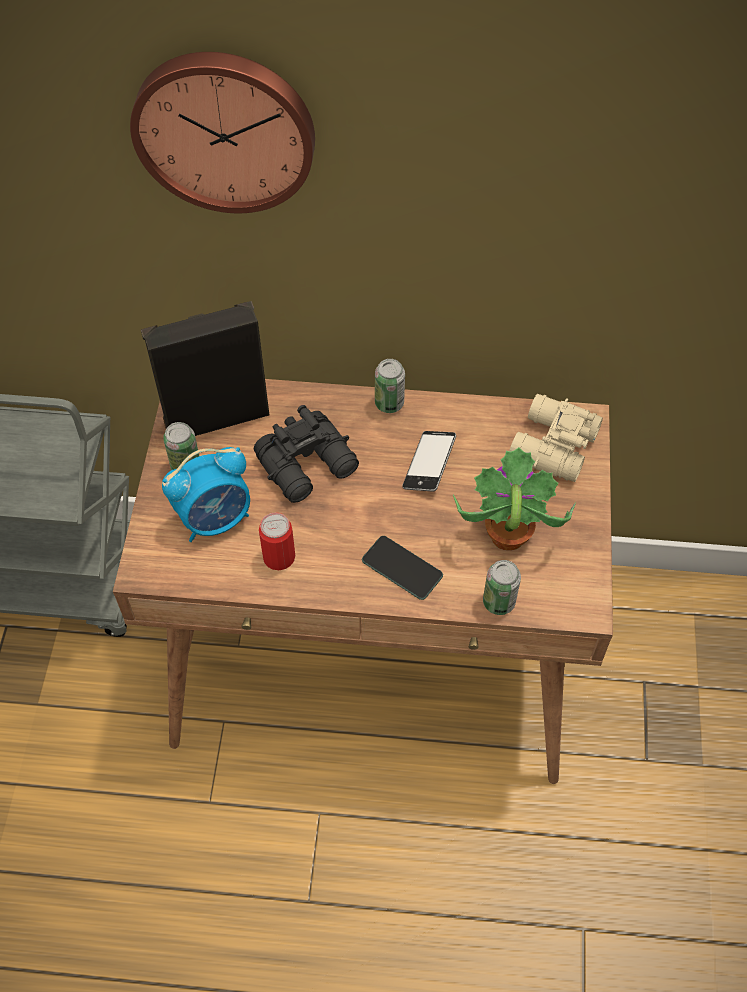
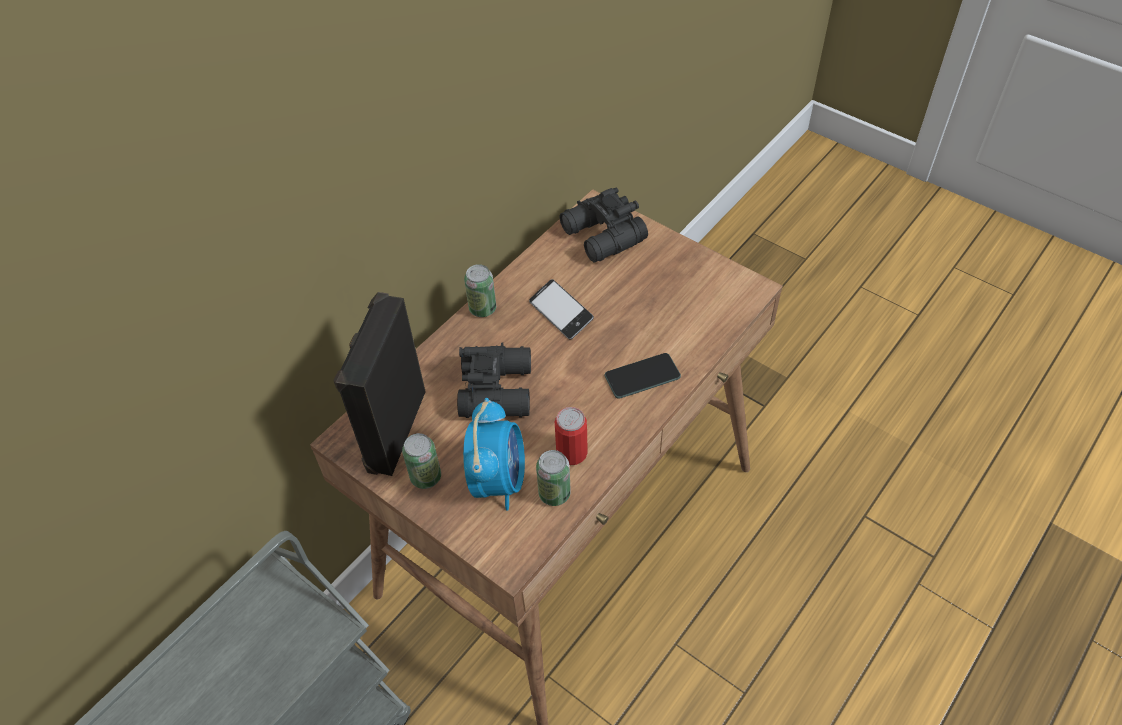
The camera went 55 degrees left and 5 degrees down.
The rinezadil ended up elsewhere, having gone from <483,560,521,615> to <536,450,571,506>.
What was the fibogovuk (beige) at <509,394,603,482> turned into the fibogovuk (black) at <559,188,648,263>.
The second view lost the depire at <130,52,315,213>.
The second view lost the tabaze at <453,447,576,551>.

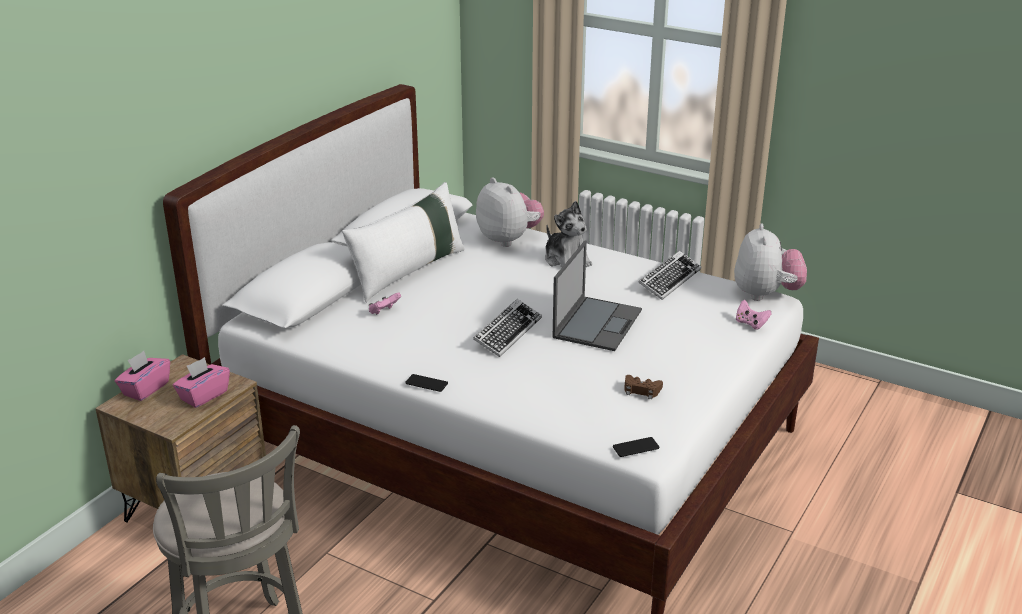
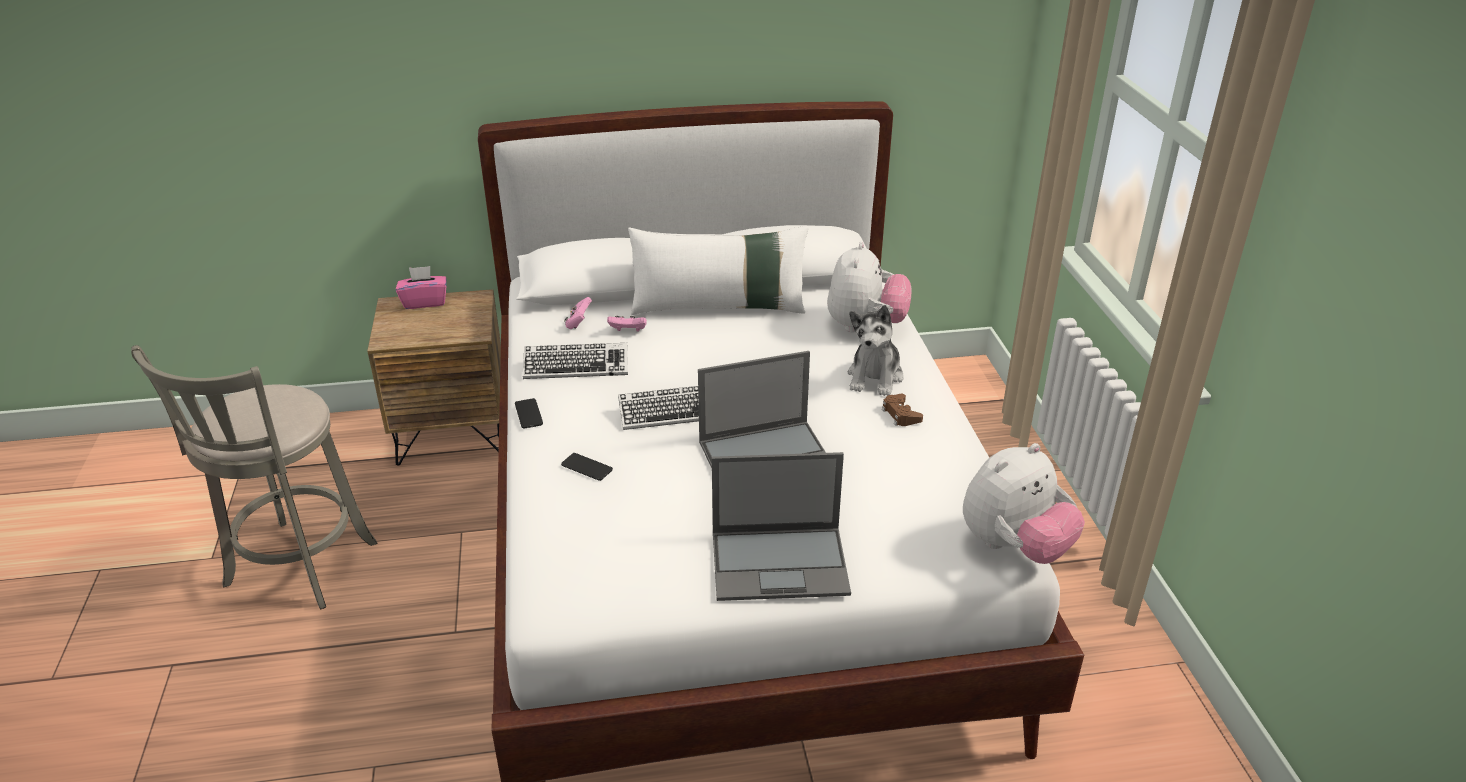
The camera went 50 degrees right and 5 degrees up.
The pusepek ended up elsewhere, having gone from <638,251,701,300> to <523,343,628,379>.
The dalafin ended up elsewhere, having gone from <613,437,659,457> to <561,453,613,481>.
The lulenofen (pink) ended up elsewhere, having gone from <736,300,771,330> to <564,297,592,329>.
The second view gained the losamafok at <712,452,851,601>.
The lulenofen (brown) ended up elsewhere, having gone from <624,375,663,399> to <882,394,923,426>.
The second view lost the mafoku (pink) at <173,357,230,408>.

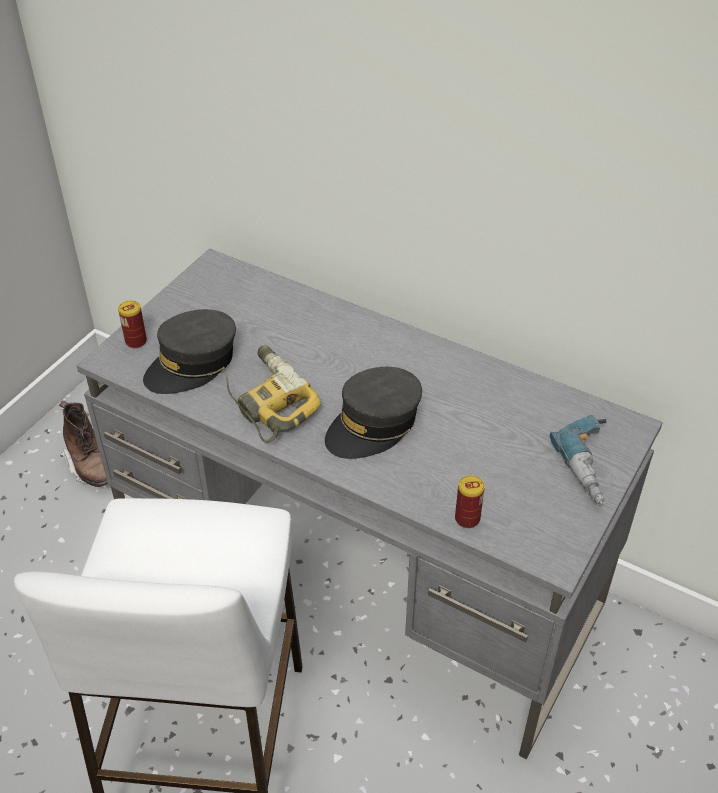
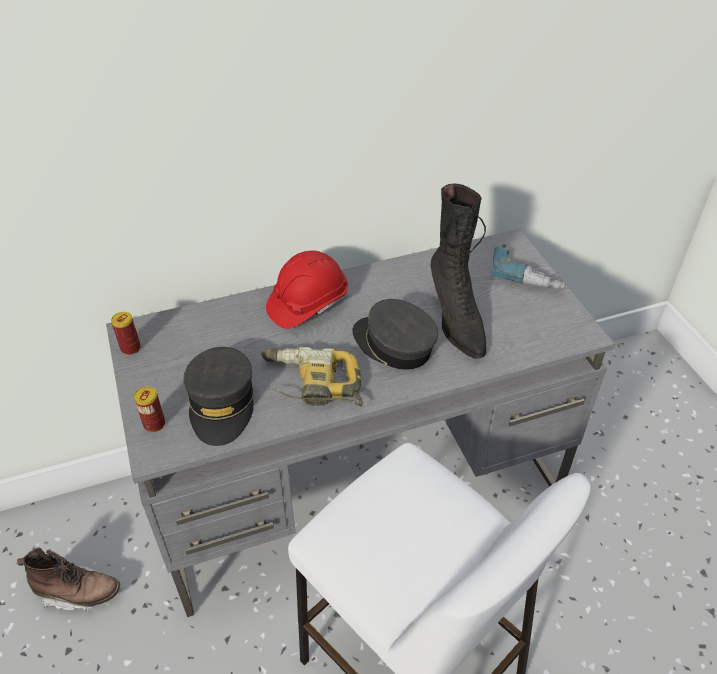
The camera went 50 degrees left and 0 degrees up.
The rinezadil ended up elsewhere, having gone from <455,475,485,528> to <111,312,141,355>.
The second view gained the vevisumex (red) at <266,251,348,329>.
The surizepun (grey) at <325,367,422,459> ended up facing another way, 135 degrees clockwise from before.
The second view gained the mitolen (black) at <430,184,486,359>.

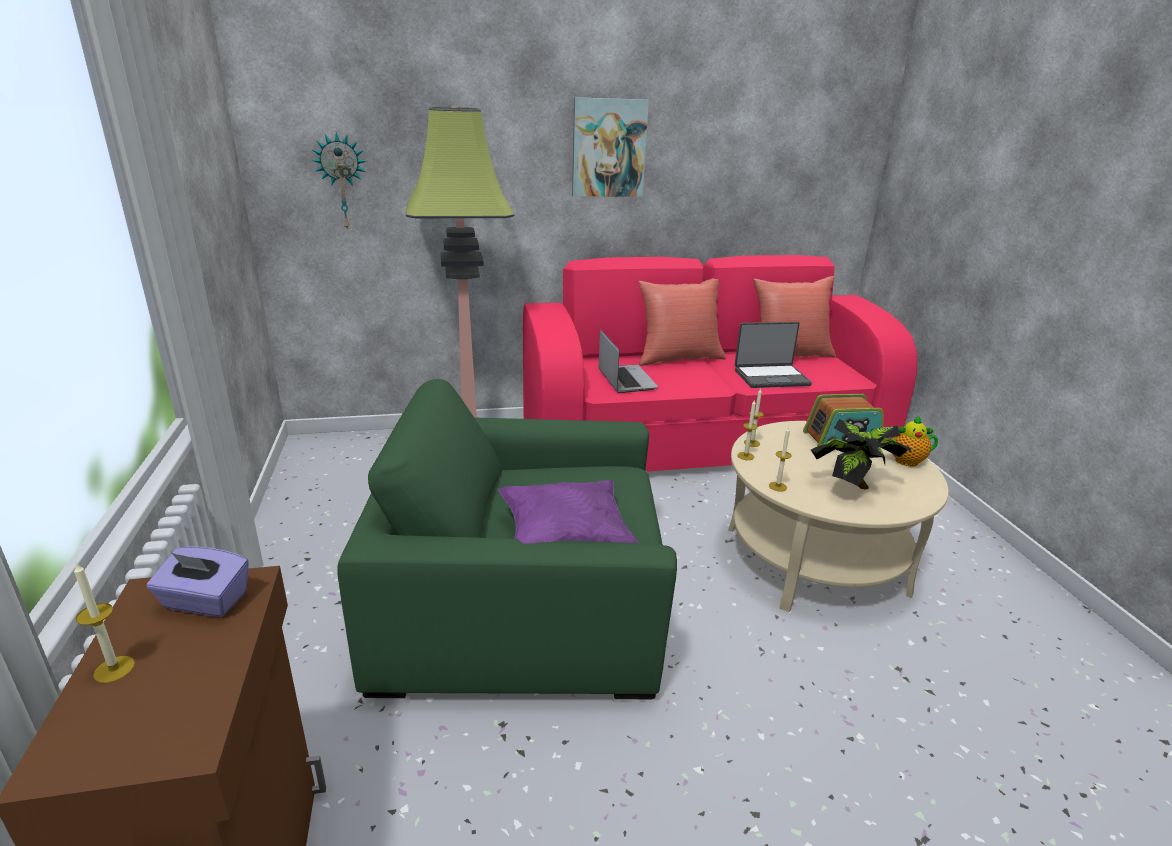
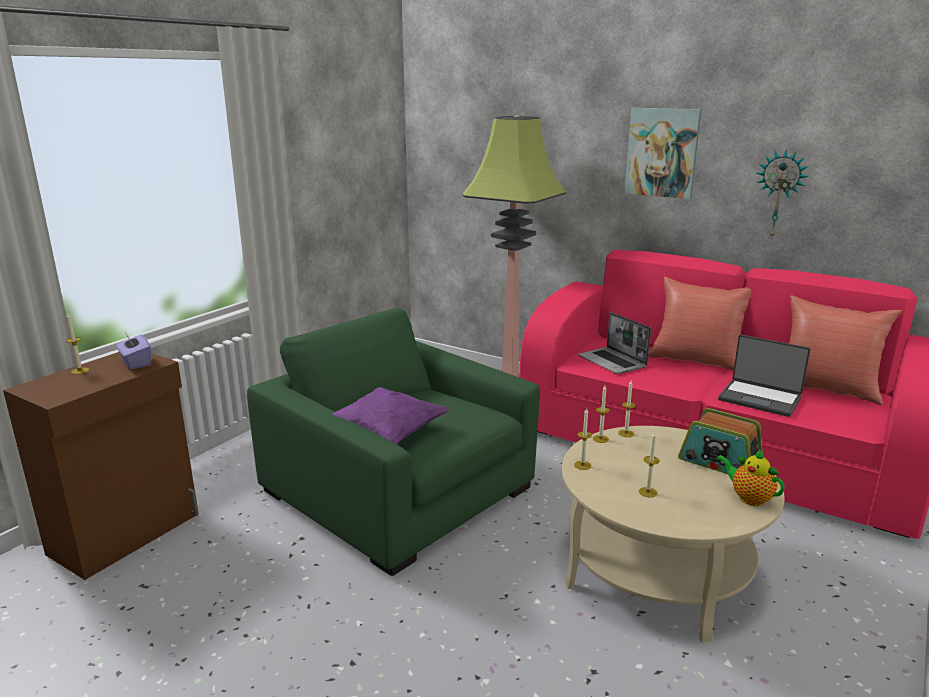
The camera went 45 degrees right and 5 degrees down.
The losamafok at <598,330,658,393> ended up facing another way, 120 degrees clockwise from before.
Where the tabaze stood at <811,419,912,490>, the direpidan came to stand at <639,431,660,498>.
The depire ended up elsewhere, having gone from <312,132,367,231> to <756,150,809,237>.

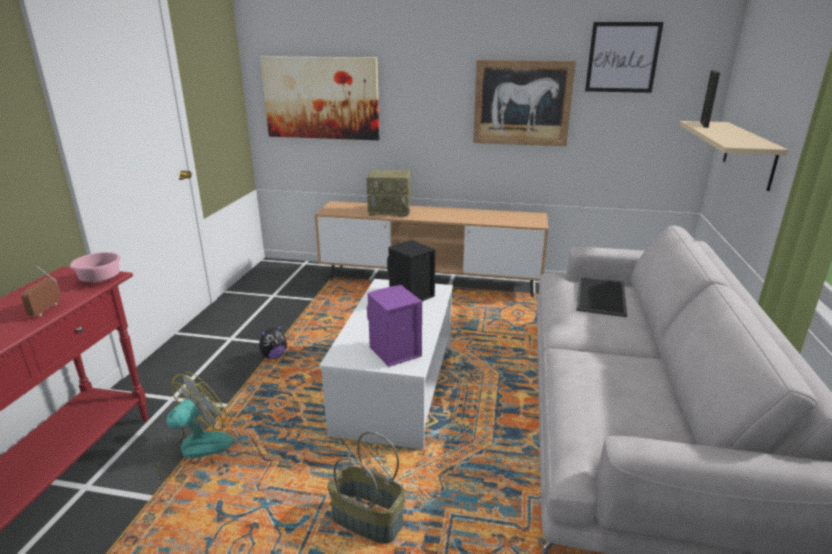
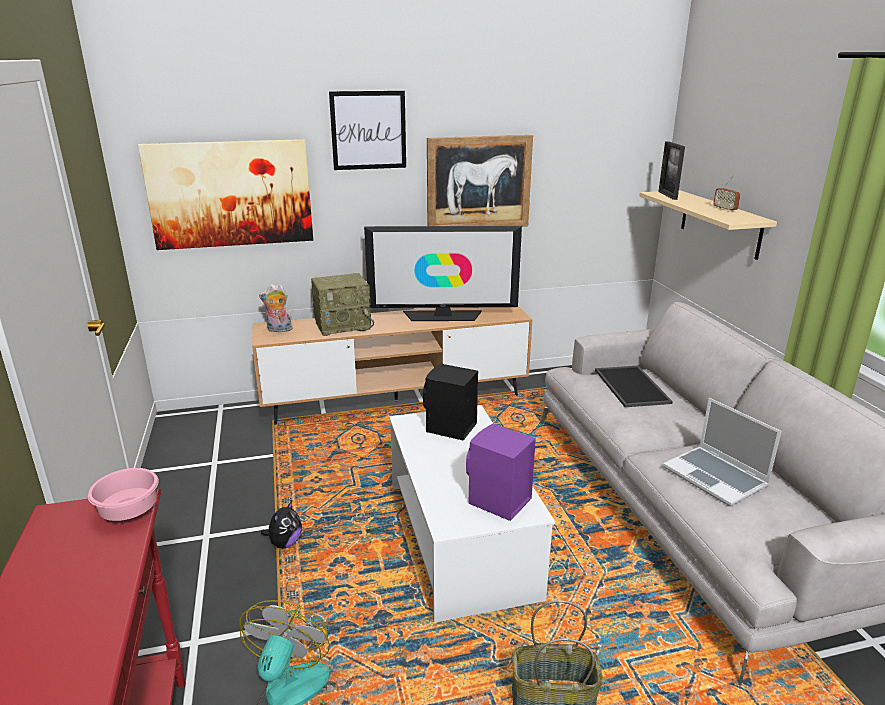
The camera went 25 degrees left and 0 degrees up.
The second view gained the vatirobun at <259,284,293,332>.
The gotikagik ended up elsewhere, having gone from <585,22,664,93> to <329,91,406,170>.
The second view gained the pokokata at <364,226,522,321>.
The second view gained the losamafok at <663,398,781,506>.
The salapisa ended up elsewhere, having gone from <21,266,61,316> to <713,175,741,212>.

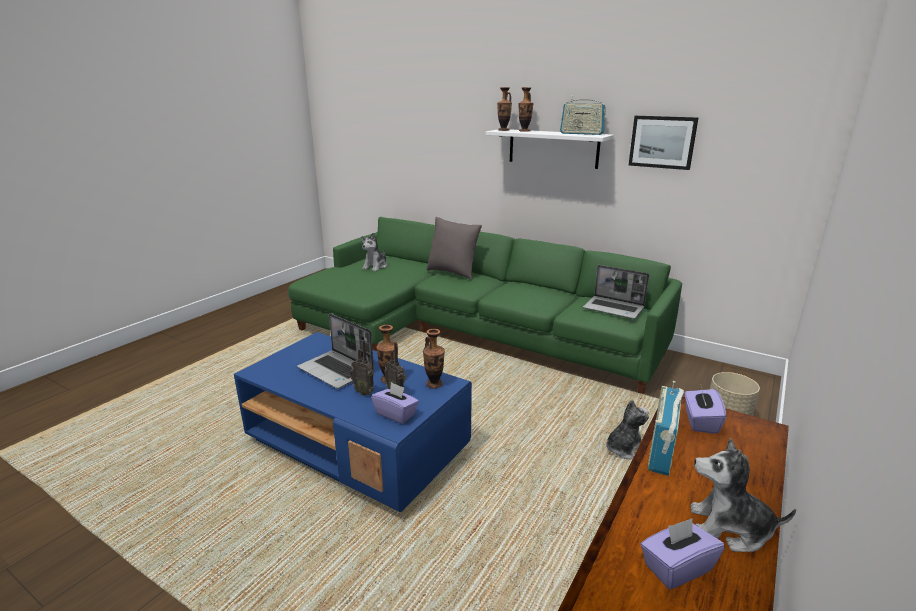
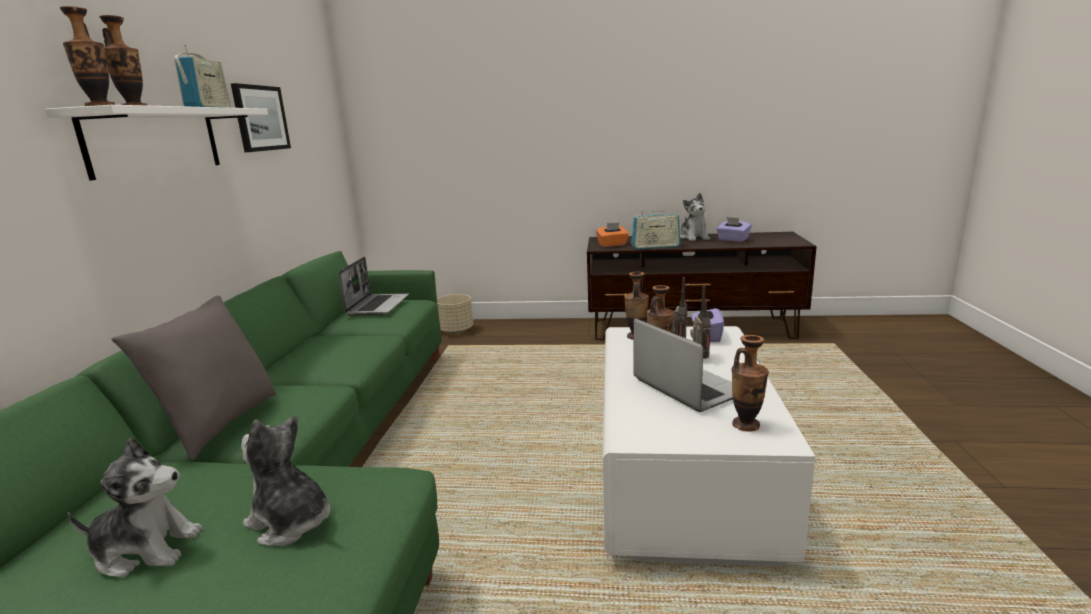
The camera went 115 degrees left and 5 degrees down.
The vatirobun ended up elsewhere, having gone from <606,400,649,459> to <241,414,331,546>.
What was the mafoku (purple) at <685,387,726,434> turned into the mafoku (orange) at <596,223,629,247>.
What was the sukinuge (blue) at <234,332,472,512> turned into the sukinuge (white) at <603,326,815,567>.
The losamafok at <297,313,374,389> ended up facing another way, 45 degrees counterclockwise from before.
The second view gained the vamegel at <731,335,769,432>.

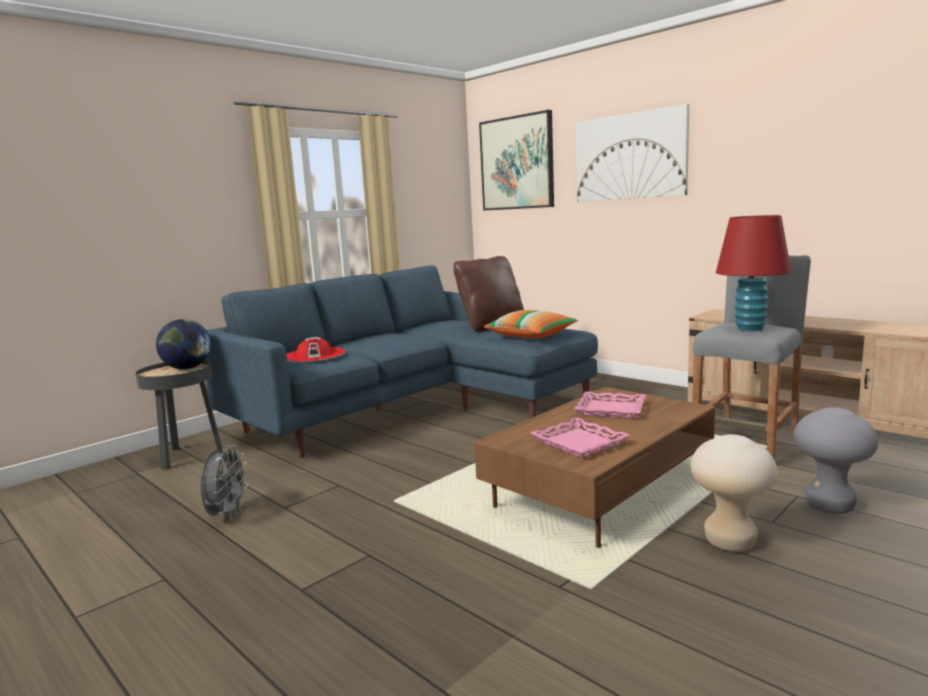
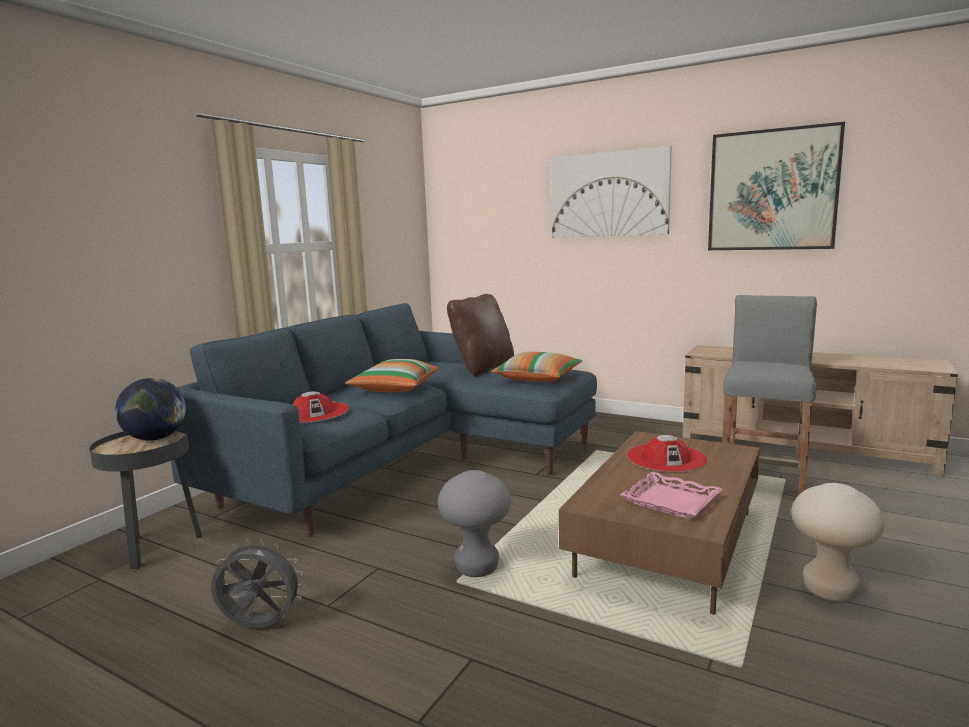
The camera went 15 degrees left and 0 degrees up.
The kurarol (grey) at <200,445,248,521> ended up facing another way, 75 degrees counterclockwise from before.
The second view gained the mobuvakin at <345,359,440,392>.
The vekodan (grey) ended up elsewhere, having gone from <794,407,879,514> to <438,470,511,577>.
Where the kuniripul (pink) stood at <574,392,646,419>, the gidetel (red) came to stand at <627,435,707,472>.
The gotikagik ended up elsewhere, having gone from <479,110,554,211> to <708,122,845,250>.
The second view lost the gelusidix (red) at <716,215,791,331>.

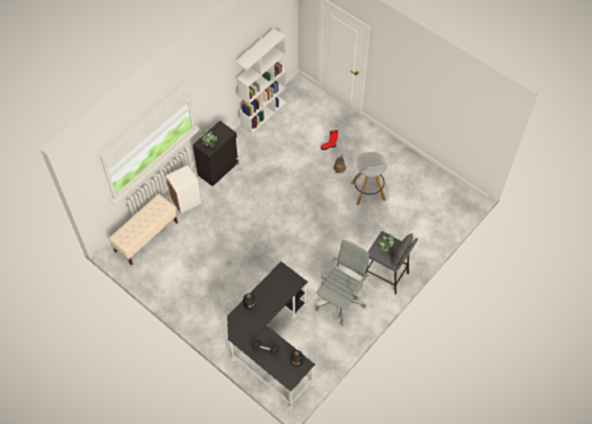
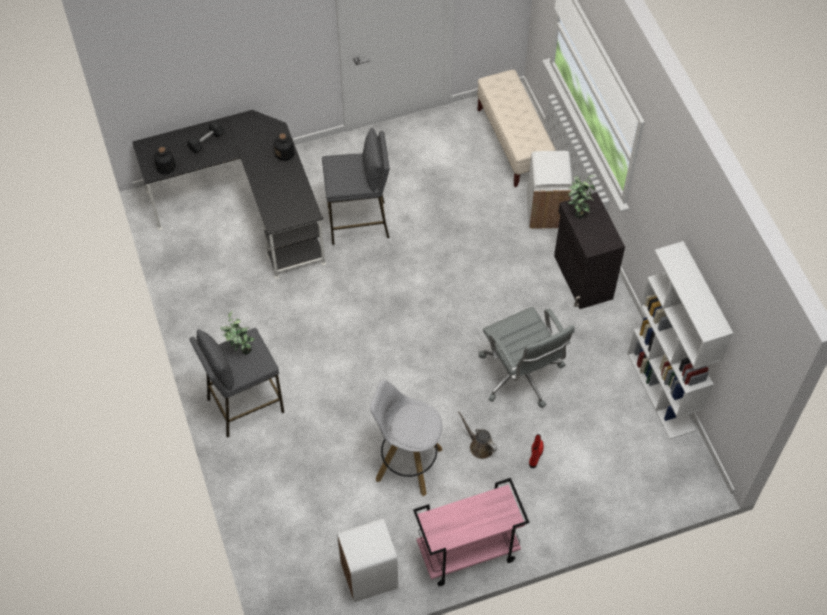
The camera went 120 degrees right and 0 degrees up.
The second view gained the vekodan (grey) at <322,128,390,245>.
The second view gained the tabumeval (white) at <337,519,398,602>.
The second view gained the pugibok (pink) at <413,478,529,586>.
The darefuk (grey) ended up elsewhere, having gone from <314,239,370,326> to <479,307,575,408>.

